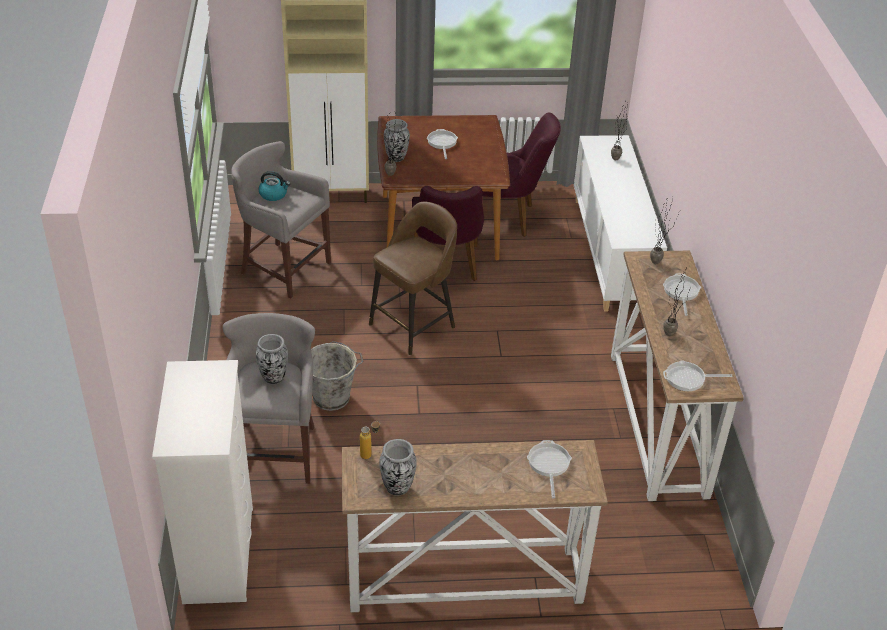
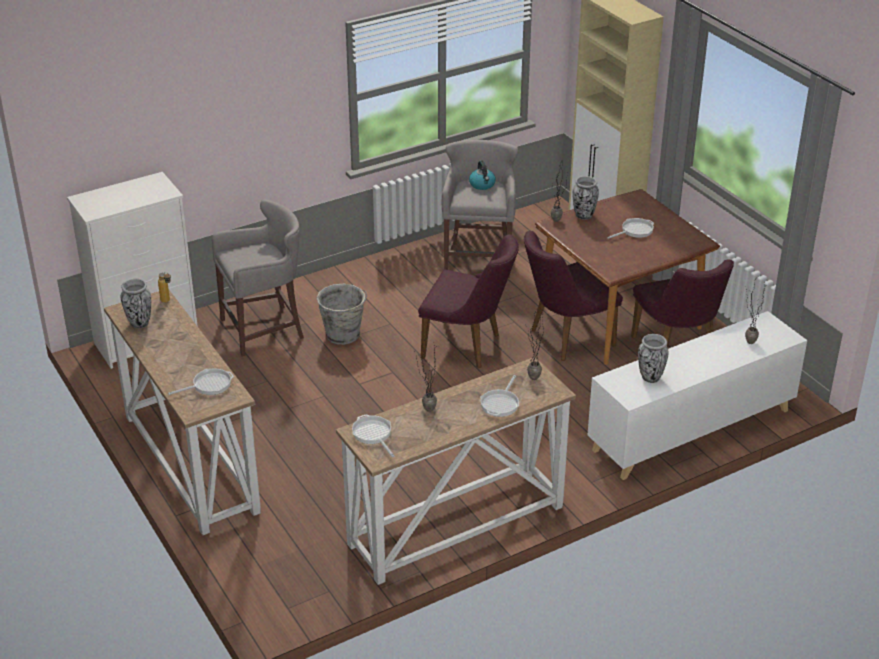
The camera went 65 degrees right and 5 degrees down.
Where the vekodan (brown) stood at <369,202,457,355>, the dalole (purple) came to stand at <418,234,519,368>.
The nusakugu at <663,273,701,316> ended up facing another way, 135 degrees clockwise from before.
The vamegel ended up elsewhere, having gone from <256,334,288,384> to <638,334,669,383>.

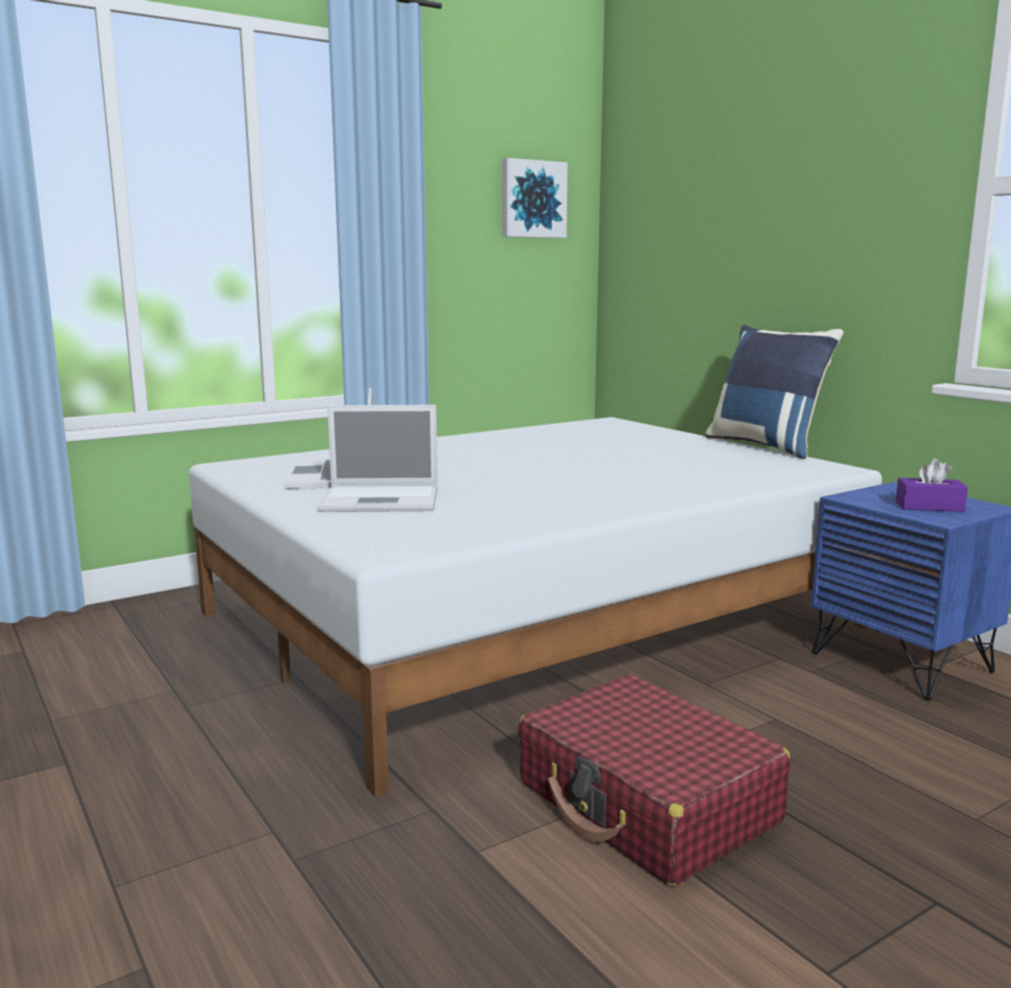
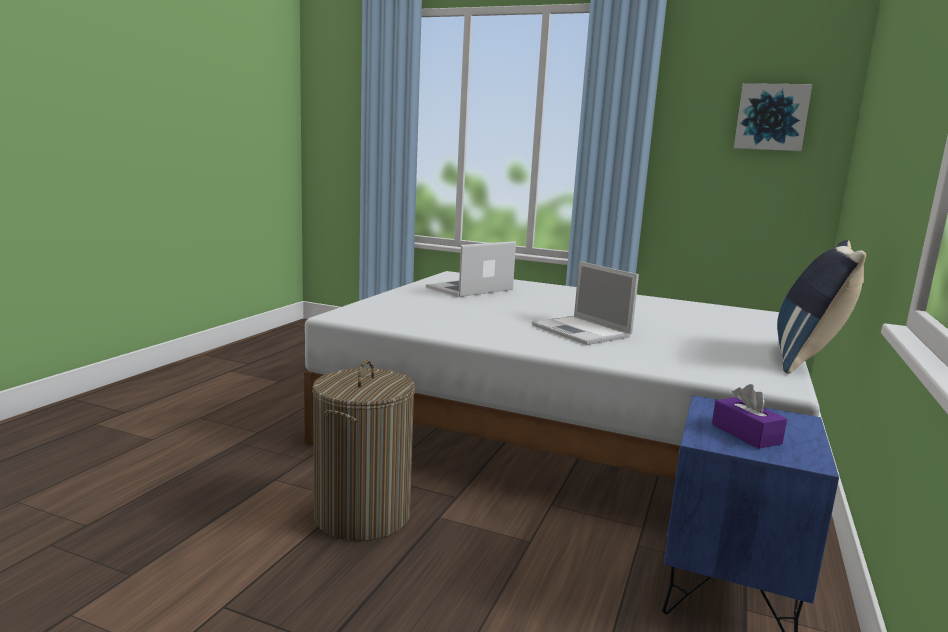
The camera went 55 degrees right and 0 degrees up.
Where the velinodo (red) stood at <518,674,790,886>, the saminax came to stand at <312,360,415,541>.
The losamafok ended up elsewhere, having gone from <317,405,438,512> to <532,261,639,345>.

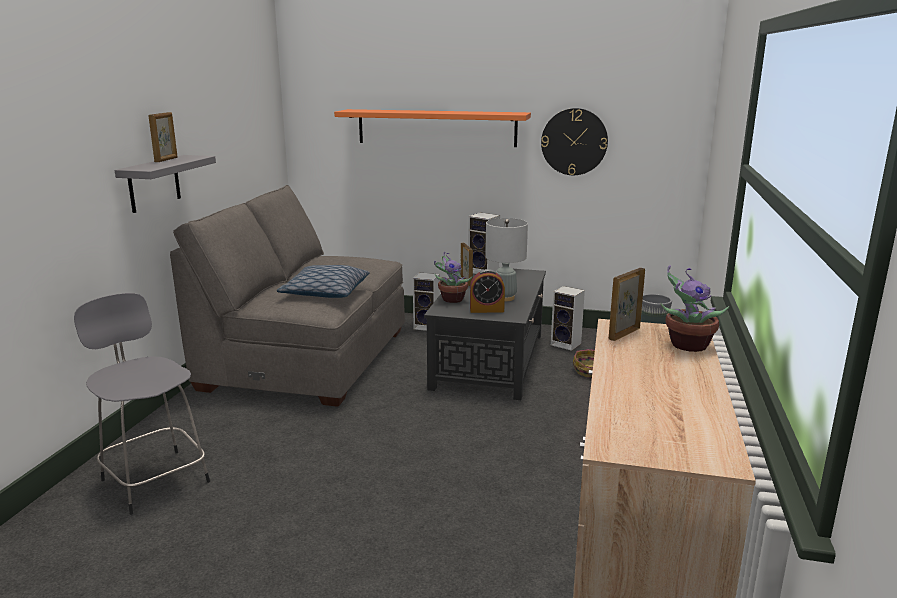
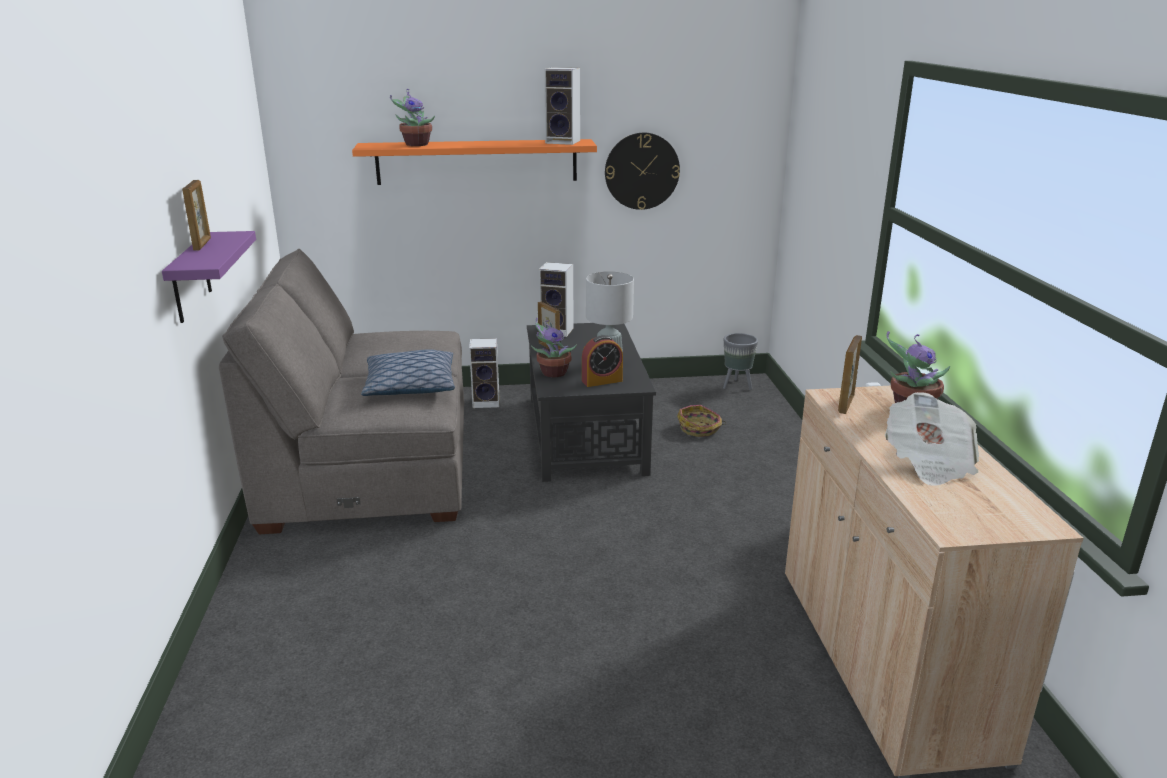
The camera went 20 degrees left and 5 degrees up.
What was the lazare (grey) at <115,155,216,213> turned into the lazare (purple) at <162,231,256,323>.
The second view gained the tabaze at <390,89,435,146>.
The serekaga ended up elsewhere, having gone from <551,286,585,351> to <544,67,580,145>.
The second view gained the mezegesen at <885,392,979,486>.
The second view lost the vekodan (grey) at <74,293,210,515>.

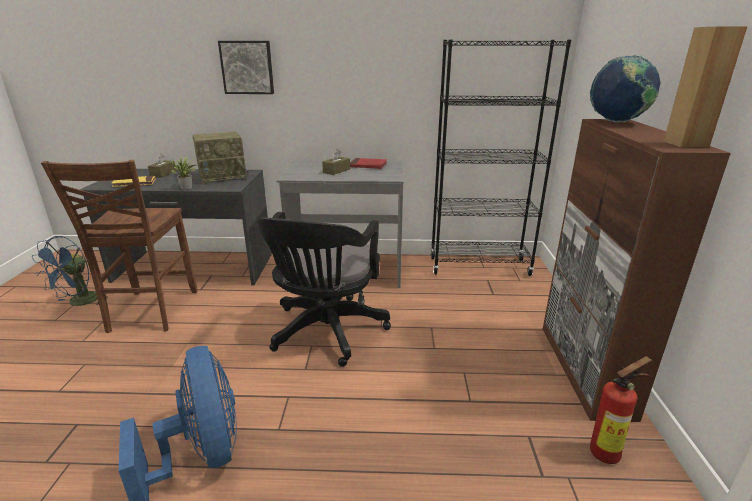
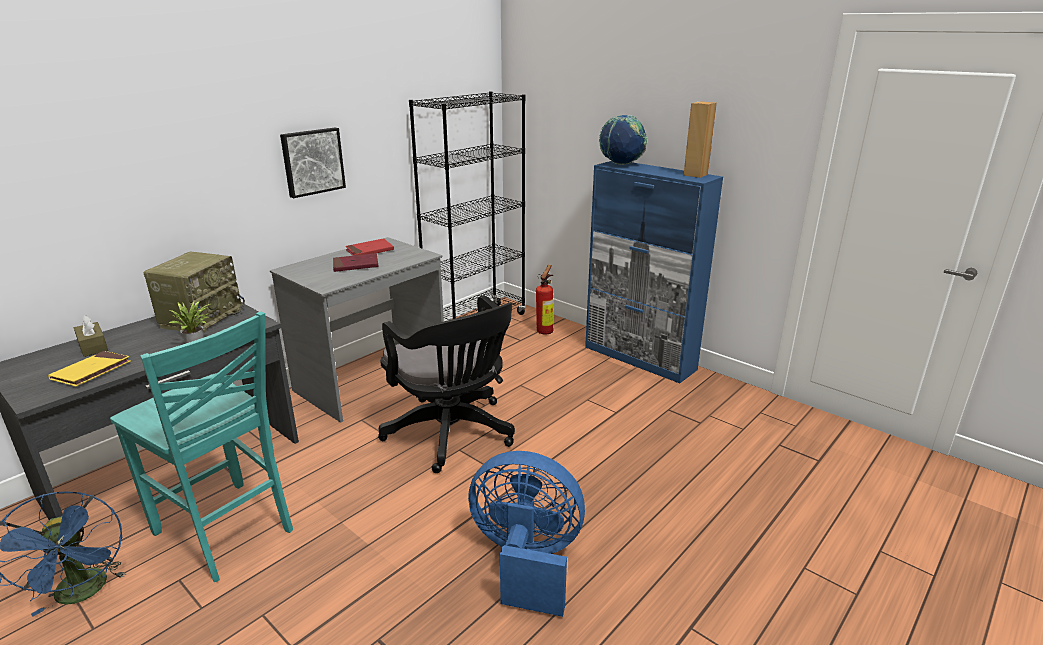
The camera went 50 degrees left and 0 degrees up.
What was the dalole (brown) at <41,160,198,333> turned into the dalole (turquoise) at <110,311,293,582>.
The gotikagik ended up elsewhere, having gone from <218,41,274,94> to <280,128,346,198>.
Where the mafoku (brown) stood at <322,149,350,175>, the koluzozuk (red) came to stand at <333,253,379,272>.
The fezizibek ended up elsewhere, having gone from <590,356,652,464> to <536,265,554,335>.
What was the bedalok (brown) at <543,119,731,422> turned into the bedalok (blue) at <585,161,723,383>.

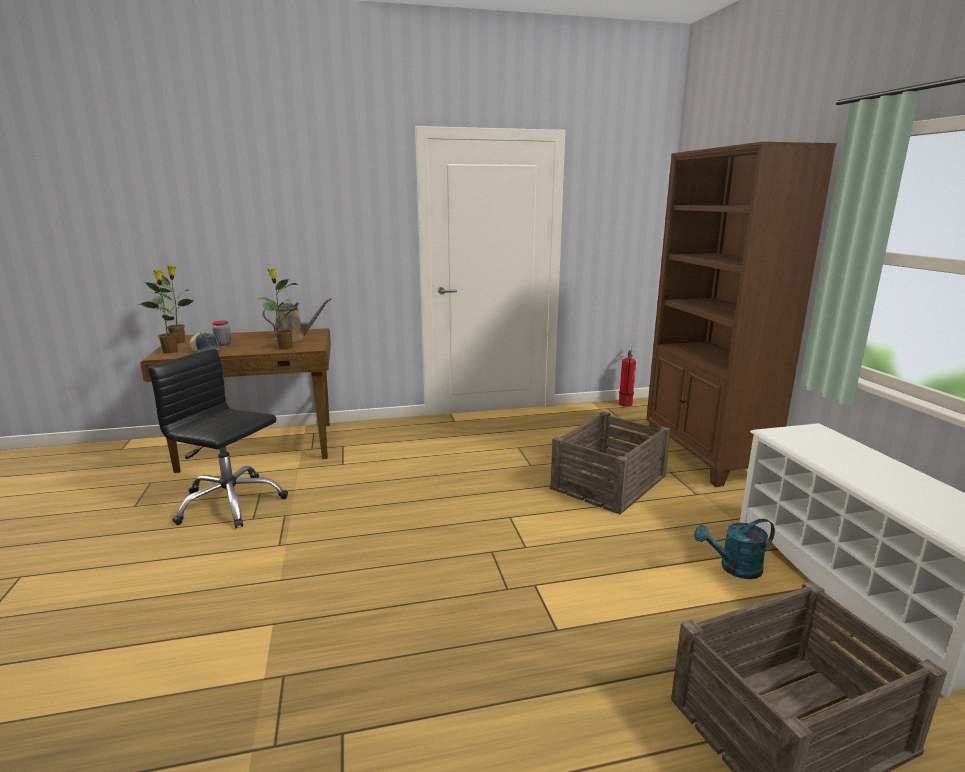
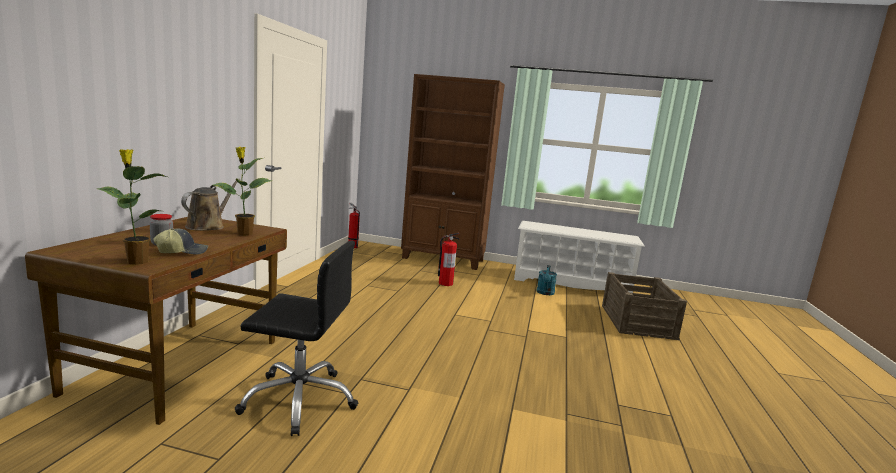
The camera went 65 degrees left and 5 degrees down.
The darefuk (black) at <148,349,288,528> ended up facing another way, 135 degrees counterclockwise from before.
Where the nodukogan stood at <550,411,671,515>, the fezizibek came to stand at <438,233,459,286>.
The second view lost the tabaze at <152,265,195,344>.

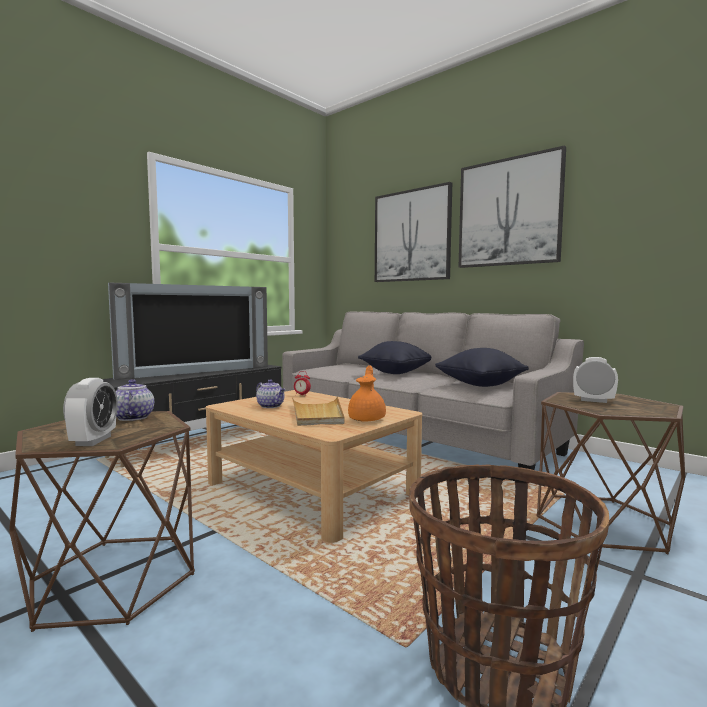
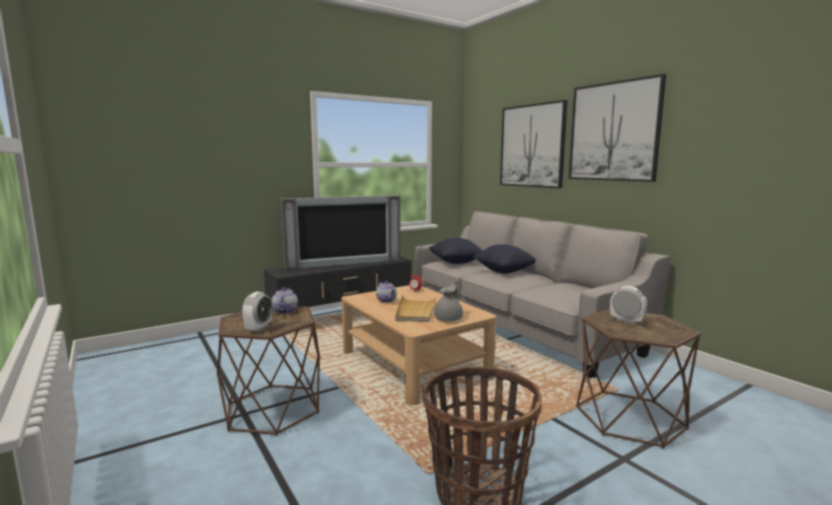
The camera went 15 degrees right and 5 degrees up.
The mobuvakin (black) ended up elsewhere, having gone from <435,348,529,387> to <429,238,483,264>.
What was the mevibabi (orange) at <348,365,386,422> turned into the mevibabi (grey) at <435,277,463,321>.

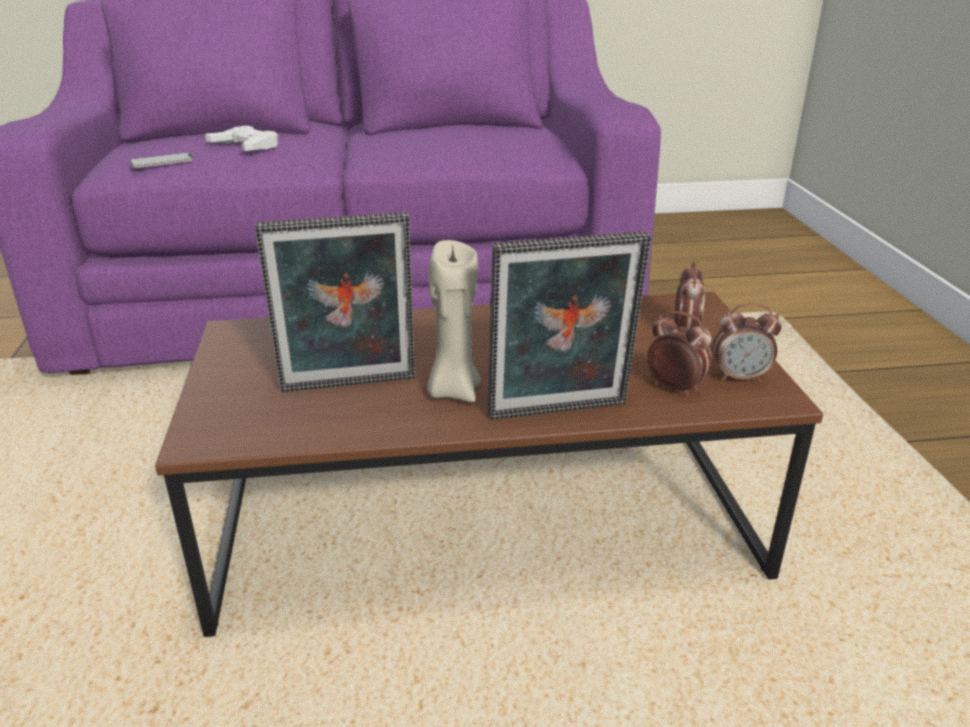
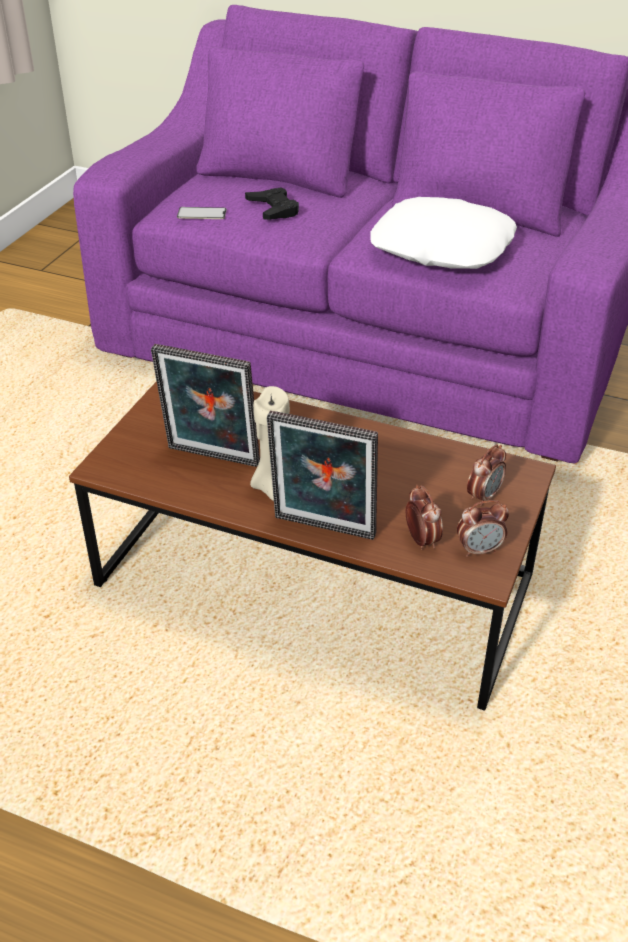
The camera went 30 degrees right and 10 degrees up.
What was the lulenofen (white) at <205,126,278,151> turned into the lulenofen (black) at <245,187,299,220>.
The second view gained the mobuvakin (white) at <370,197,517,269>.
The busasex at <713,303,782,382> ended up facing another way, 45 degrees counterclockwise from before.

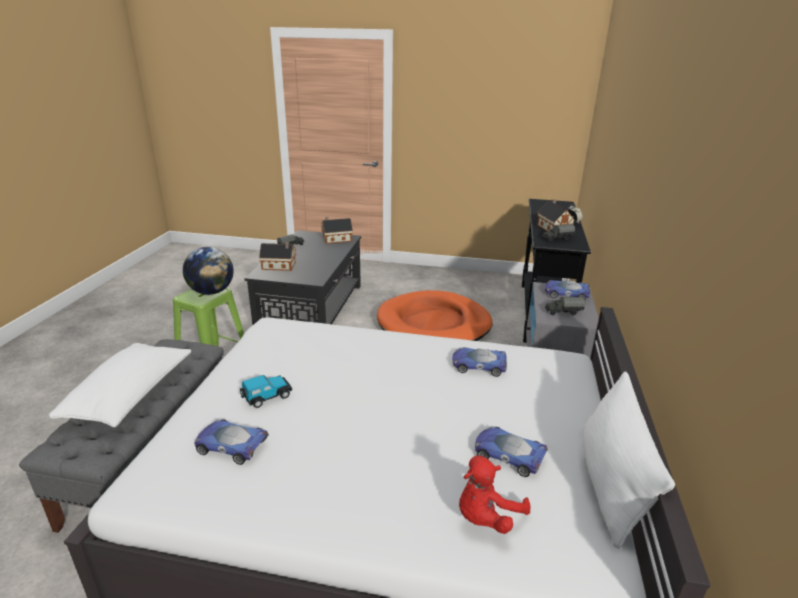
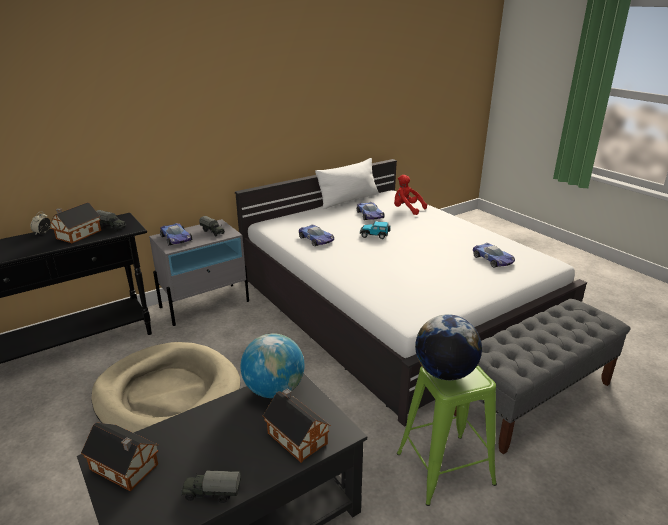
The camera went 135 degrees left and 0 degrees up.
What was the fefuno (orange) at <377,290,493,341> turned into the fefuno (beige) at <91,342,240,433>.
The second view gained the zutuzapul at <241,334,305,398>.
The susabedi ended up elsewhere, having gone from <240,375,292,408> to <360,221,391,239>.
The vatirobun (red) at <459,455,530,534> ended up facing another way, 150 degrees counterclockwise from before.
The second view lost the mobuvakin (white) at <49,343,192,427>.

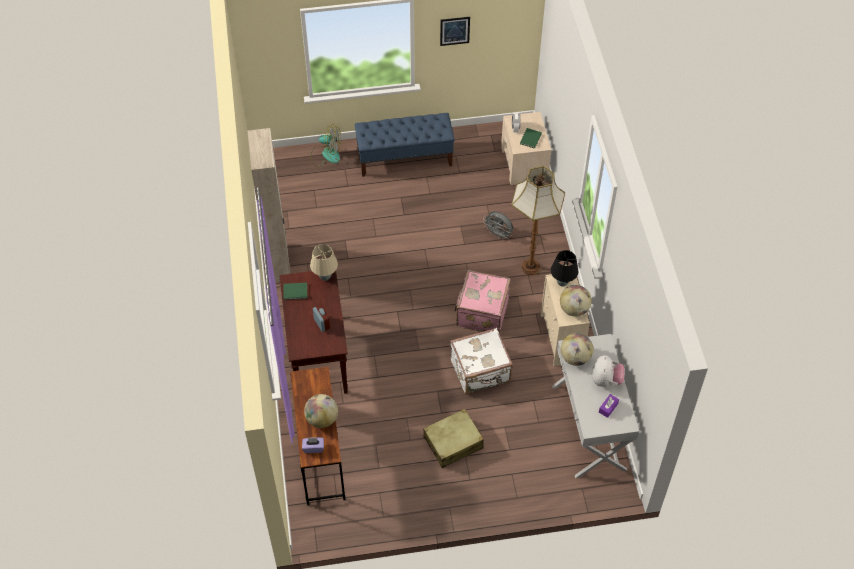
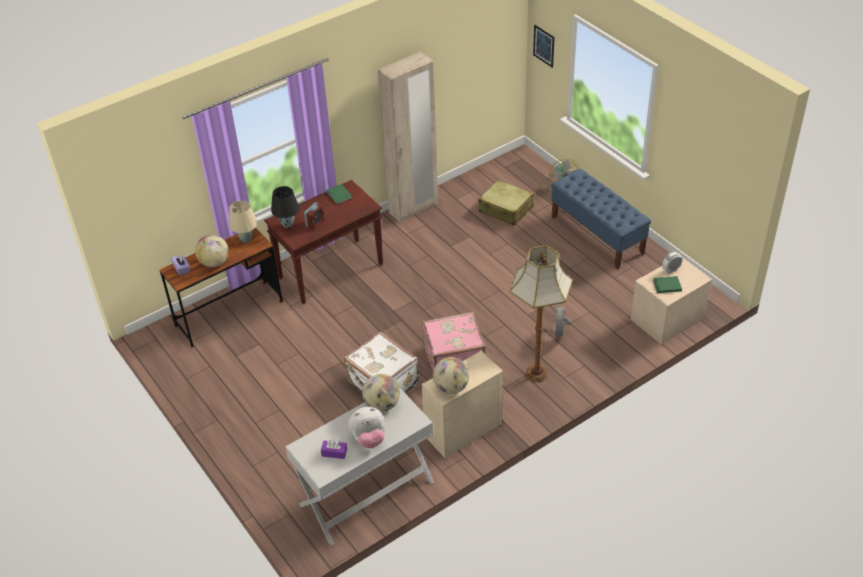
The camera went 65 degrees right and 10 degrees down.
The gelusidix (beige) ended up elsewhere, having gone from <310,244,338,281> to <229,201,258,243>.
The gelusidix (black) ended up elsewhere, having gone from <551,250,579,287> to <271,186,299,228>.
The velinodo (beige) ended up elsewhere, having gone from <423,409,484,468> to <478,180,534,226>.
The gotikagik ended up elsewhere, having gone from <440,17,470,46> to <533,25,555,68>.

